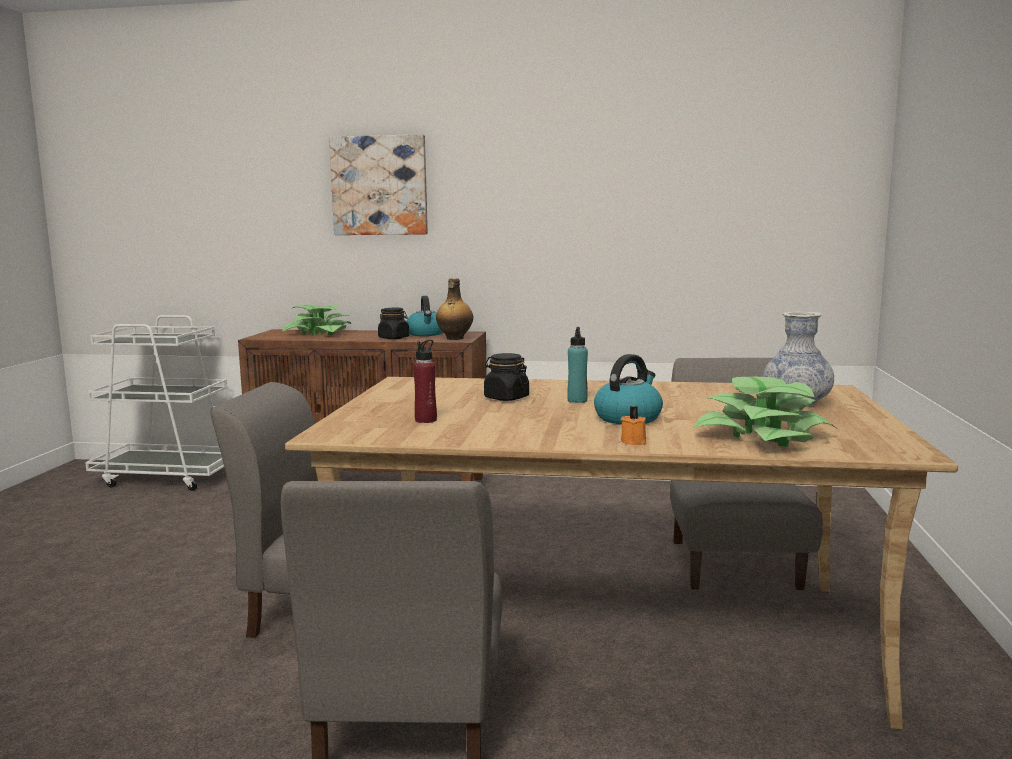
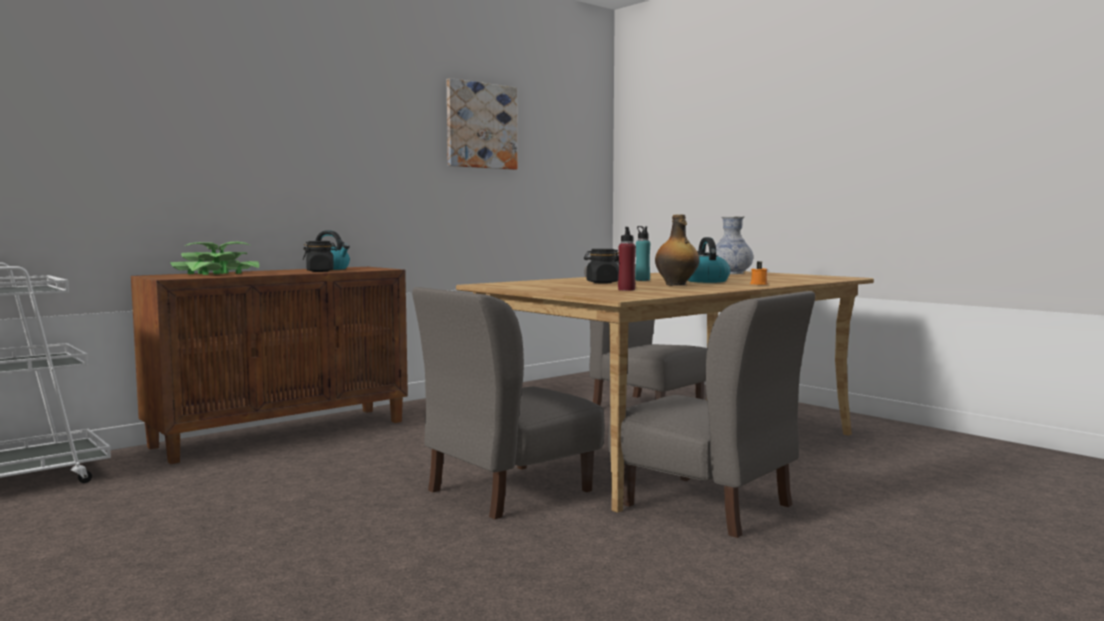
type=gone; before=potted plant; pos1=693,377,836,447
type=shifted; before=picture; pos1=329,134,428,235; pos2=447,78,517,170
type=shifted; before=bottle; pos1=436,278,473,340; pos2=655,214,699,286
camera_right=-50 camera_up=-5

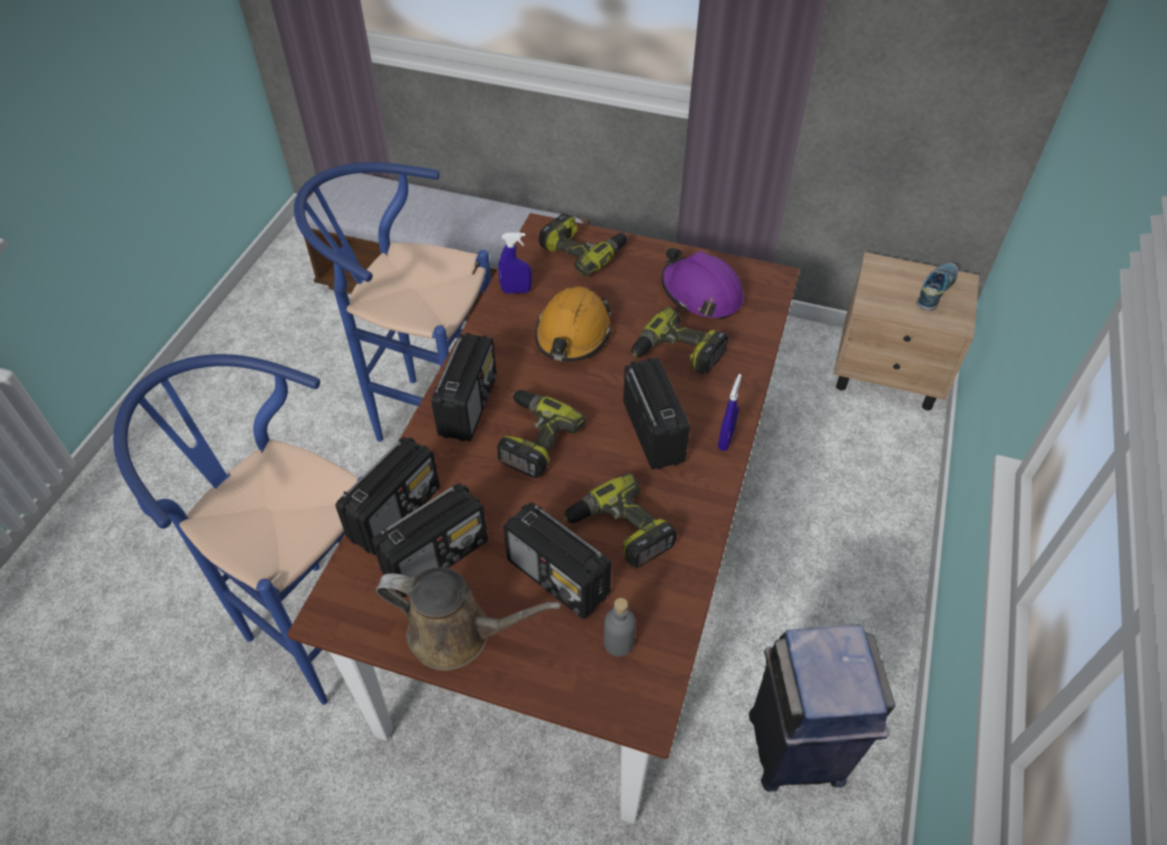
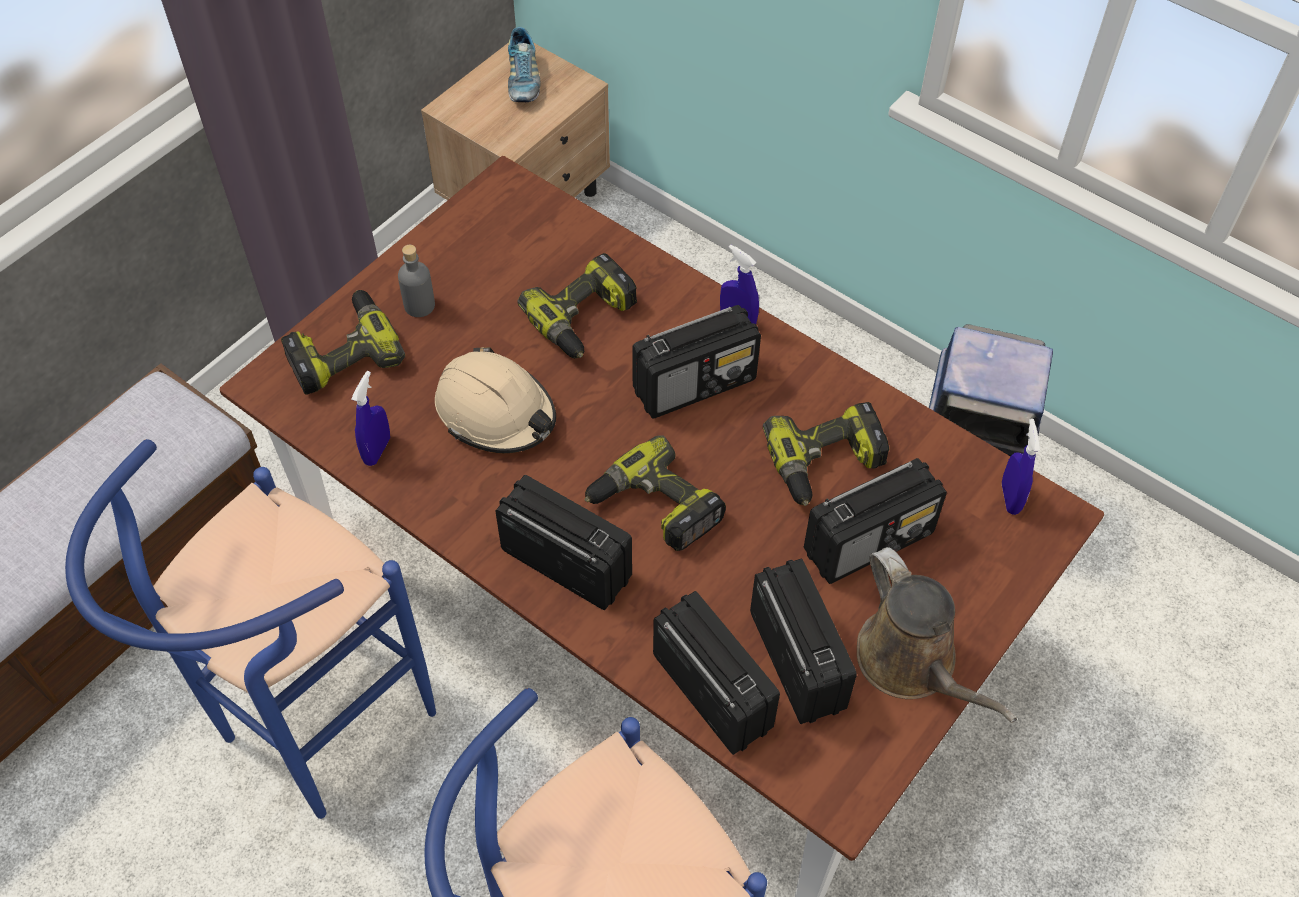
type=gone; before=hard hat (purple); pos1=661,248,744,319
type=new; after=spray bottle (blue); pos2=1002,419,1040,515
type=shifted; before=bottle (grey); pos1=604,598,636,657; pos2=398,245,435,317
type=repainted; before=hard hat (orange); after=hard hat (beige); pos1=535,286,612,362; pos2=435,347,556,453
type=rotated; before=watering can (brown); pos1=376,567,561,671; pos2=857,547,1017,723; turn=120
type=rotated; before=radio; pos1=623,358,690,470; pos2=632,305,761,419; turn=150
type=rotated; before=shoe; pos1=917,263,958,311; pos2=508,27,540,102; turn=-150
camera_right=-70 camera_up=5

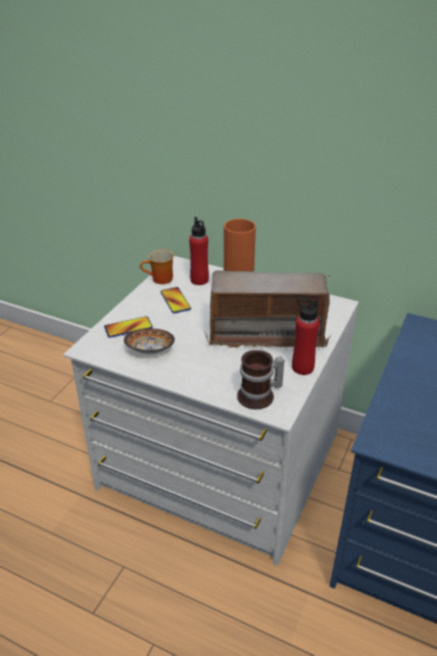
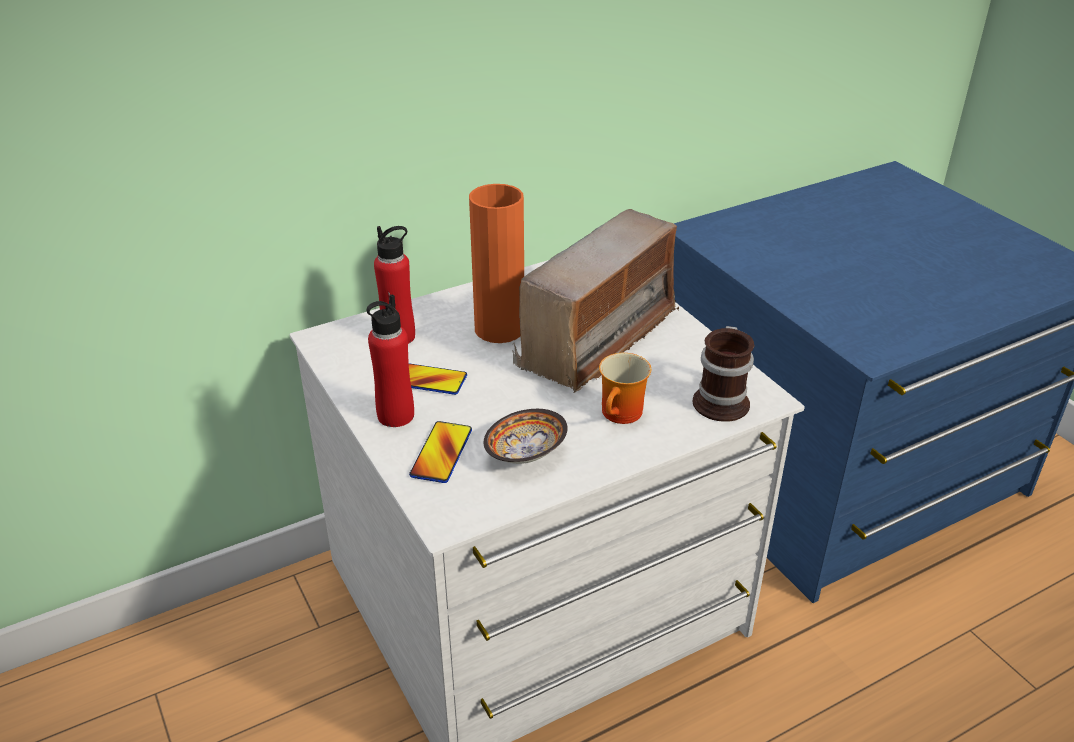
type=shifted; before=mug; pos1=140,250,174,284; pos2=599,353,651,424
type=shifted; before=bottle (red); pos1=292,298,319,375; pos2=367,295,414,427
camera_right=-55 camera_up=0

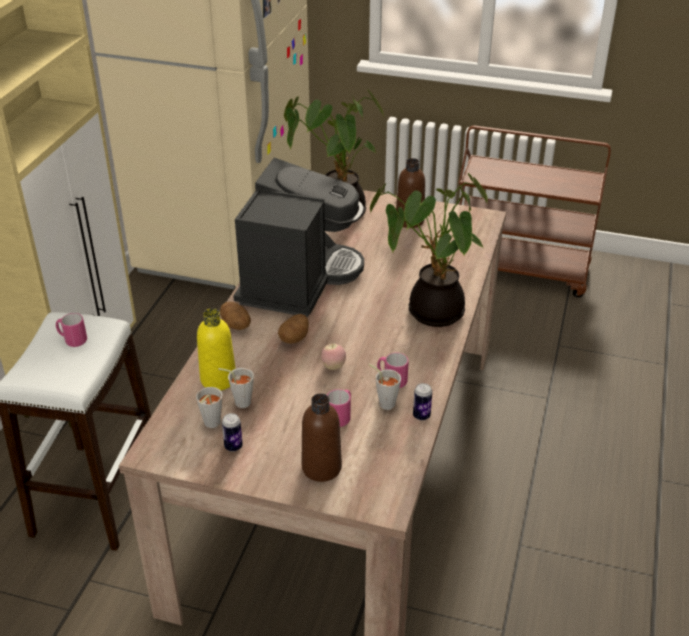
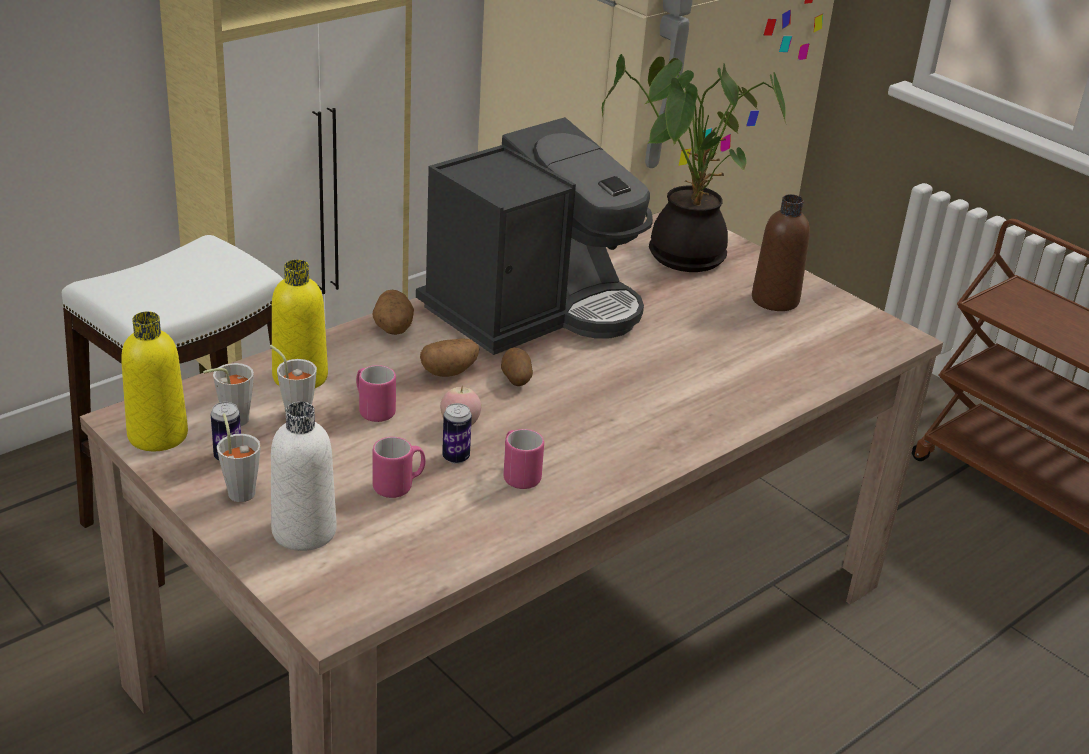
type=gone; before=potted plant; pos1=370,173,488,327
type=new; after=bottle (yellow); pos2=121,311,188,451
type=new; after=potato; pos2=501,347,533,386
type=shifted; before=mug (pink); pos1=56,313,87,347; pos2=356,365,396,422
type=shifted; before=cup (grey); pos1=368,364,401,410; pos2=217,413,261,502
type=shifted; before=can; pos1=413,383,432,421; pos2=442,403,472,464
type=repainted; before=bottle (brown); after=bottle (white); pos1=302,393,342,482; pos2=271,402,336,551
camera_right=30 camera_up=-5

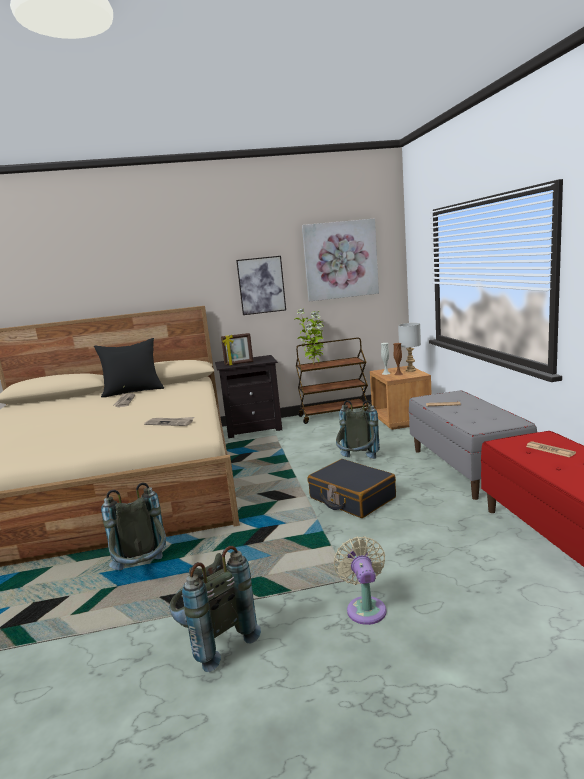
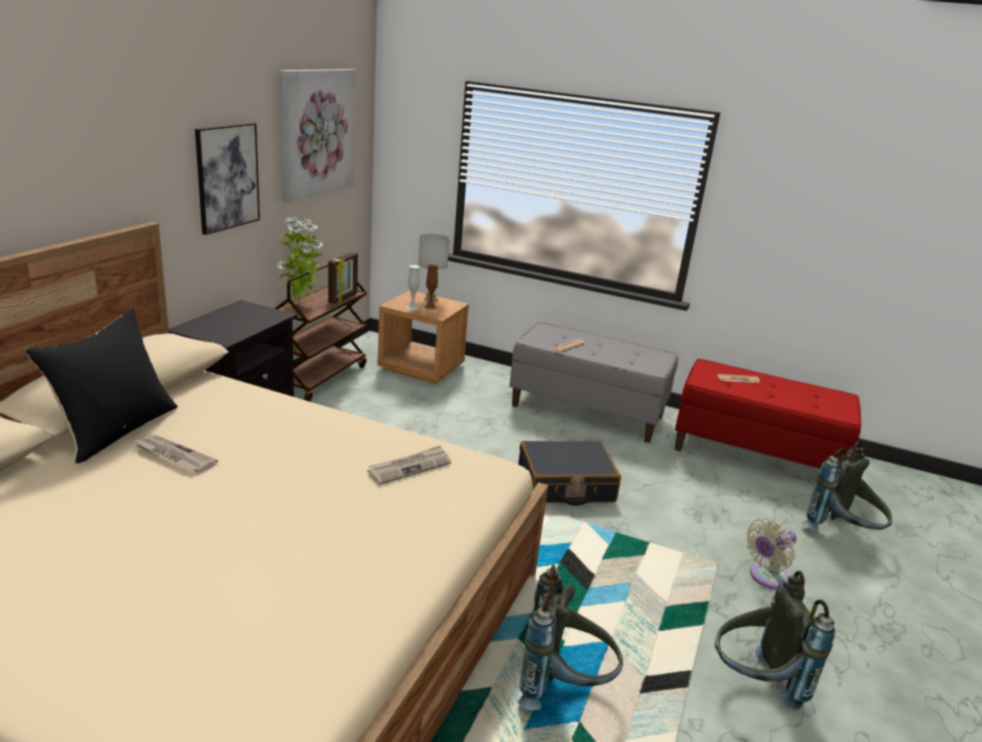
type=shifted; before=picture frame; pos1=221,333,253,366; pos2=328,252,358,304
type=shifted; before=backpack (grey); pos1=336,400,380,459; pos2=802,442,892,532
type=rotated; before=fan (beige); pos1=334,536,386,625; pos2=746,518,796,590; turn=-60
camera_right=-60 camera_up=10

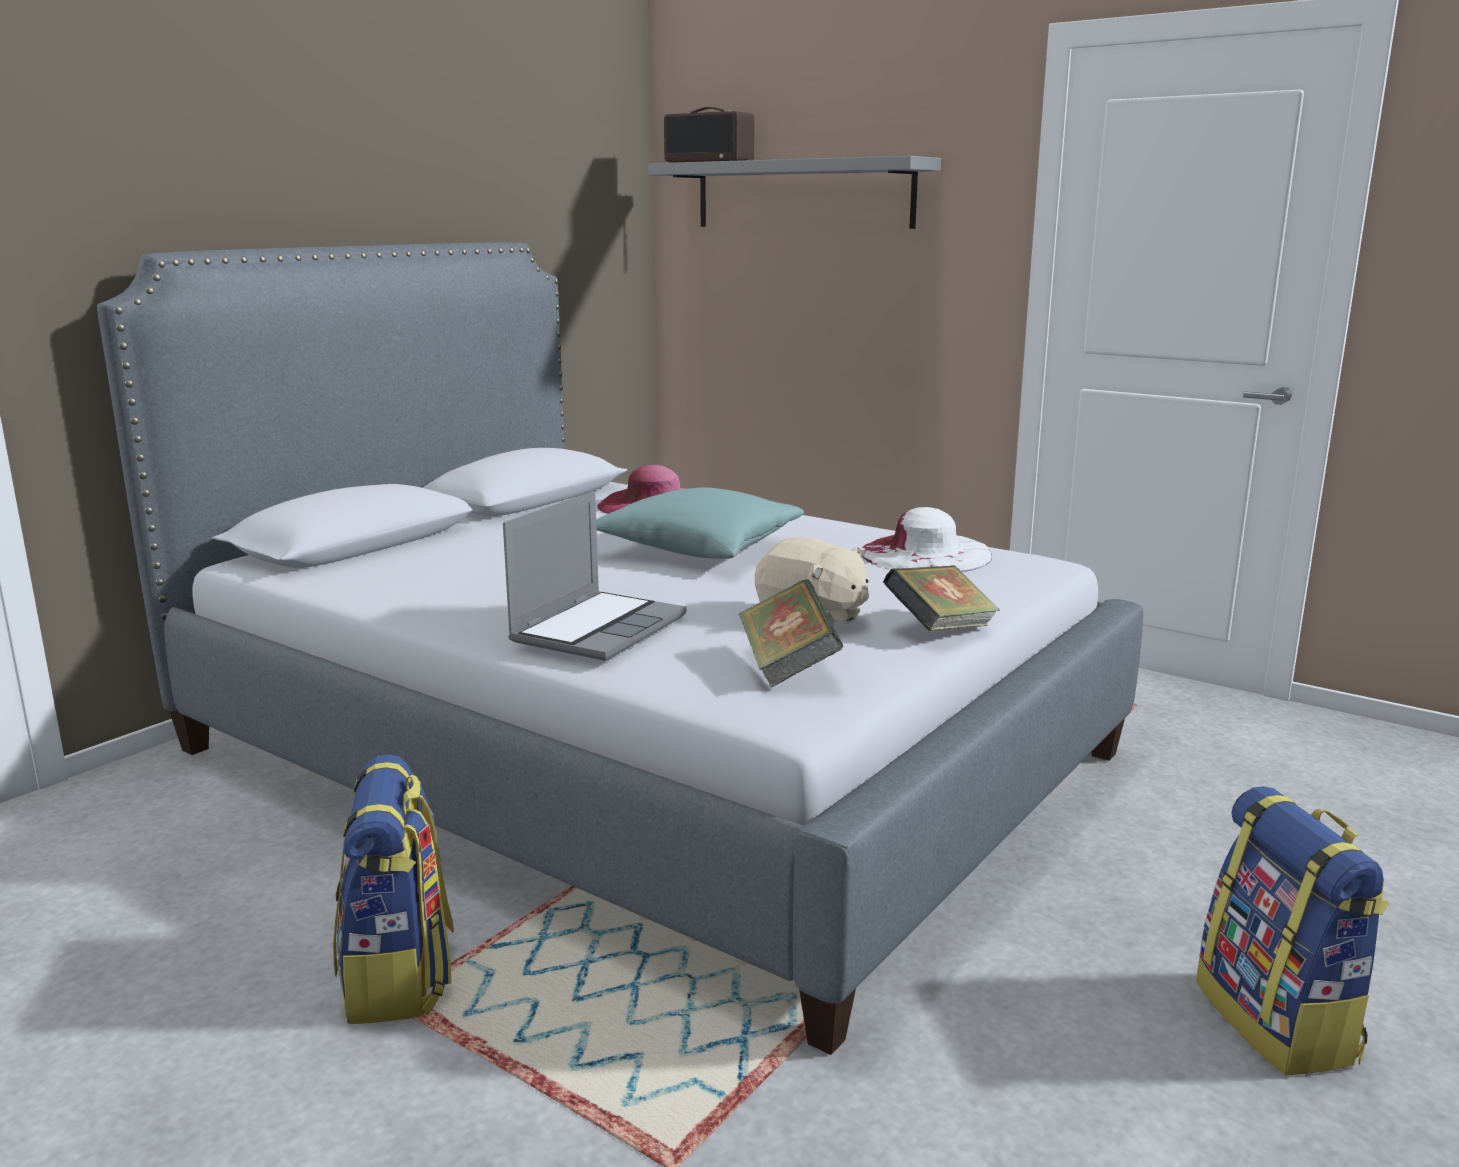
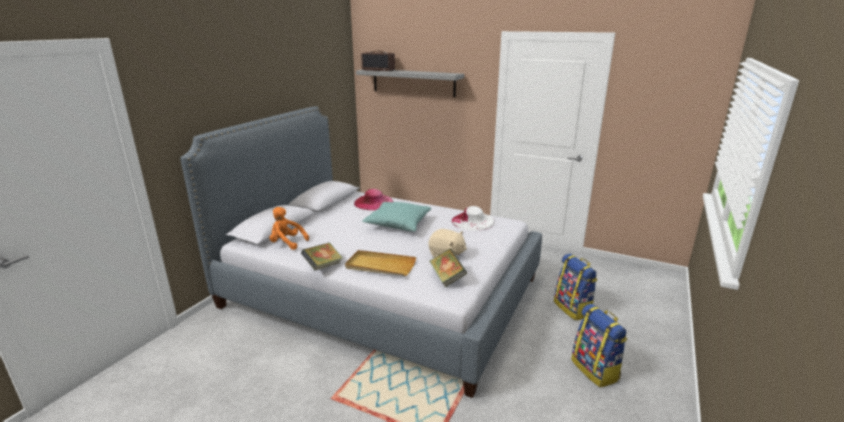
type=new; after=plush toy (orange); pos2=269,207,309,250
type=shifted; before=backpack; pos1=333,754,454,1024; pos2=554,254,598,321
type=shifted; before=book; pos1=883,565,1000,631; pos2=301,242,343,270
type=swapped; before=laptop; after=tray (beige); pos1=503,491,686,661; pos2=345,250,416,276
camera_right=-10 camera_up=5

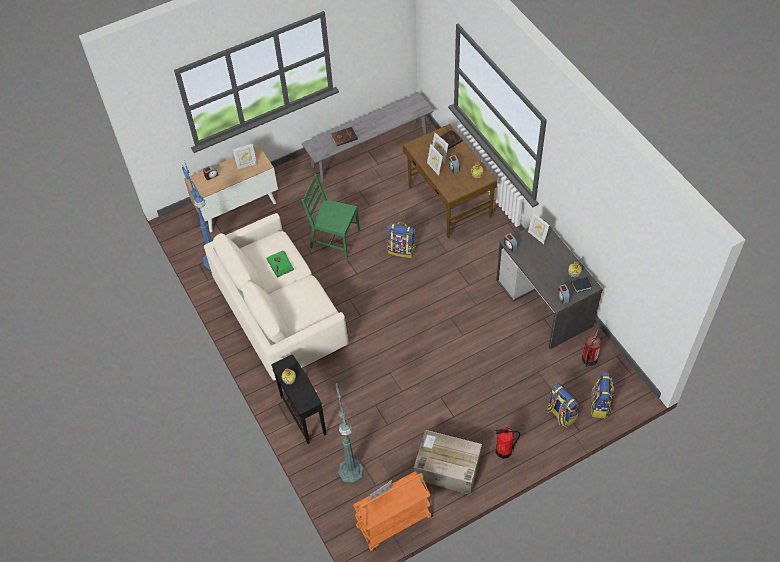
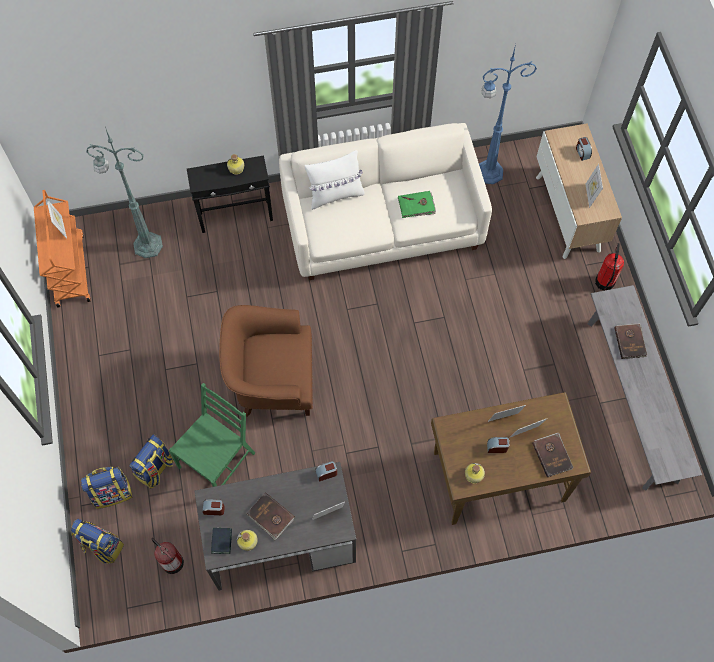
type=gone; before=cardboard box; pos1=414,430,482,495
type=new; after=armchair (brown); pos2=219,305,313,417
type=new; after=book (brown); pos2=247,492,295,540
type=new; after=pillow (white); pos2=305,150,365,210
type=shifted; before=chair (green); pos1=302,174,360,258; pos2=169,383,255,487
type=shifted; before=backpack; pos1=387,222,416,258; pos2=129,434,174,488
type=shifted; before=fire extinguisher; pos1=495,427,520,459; pos2=595,243,624,291
camera_right=105 camera_up=10

